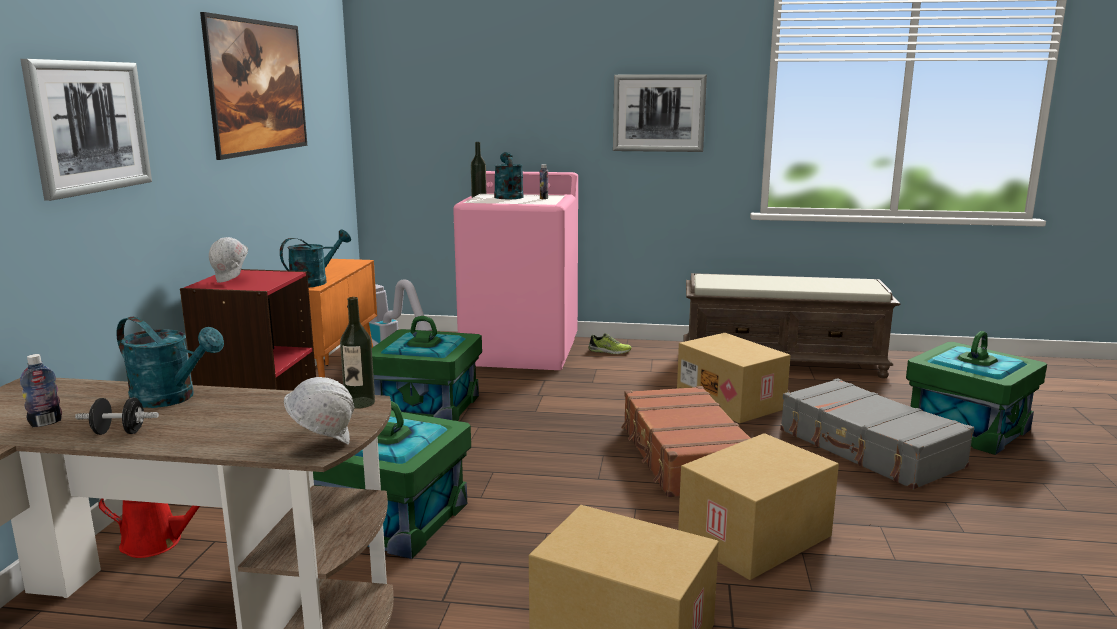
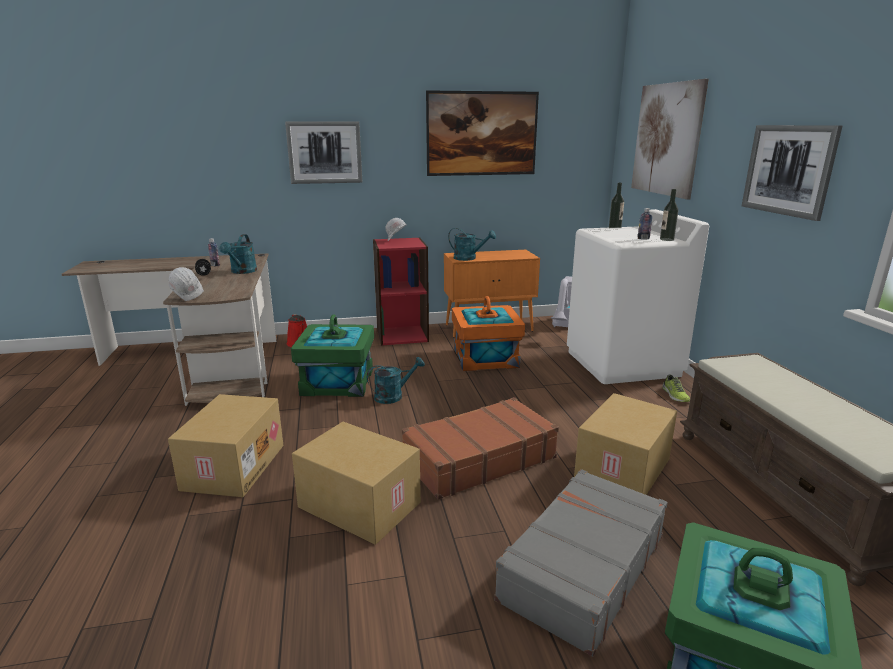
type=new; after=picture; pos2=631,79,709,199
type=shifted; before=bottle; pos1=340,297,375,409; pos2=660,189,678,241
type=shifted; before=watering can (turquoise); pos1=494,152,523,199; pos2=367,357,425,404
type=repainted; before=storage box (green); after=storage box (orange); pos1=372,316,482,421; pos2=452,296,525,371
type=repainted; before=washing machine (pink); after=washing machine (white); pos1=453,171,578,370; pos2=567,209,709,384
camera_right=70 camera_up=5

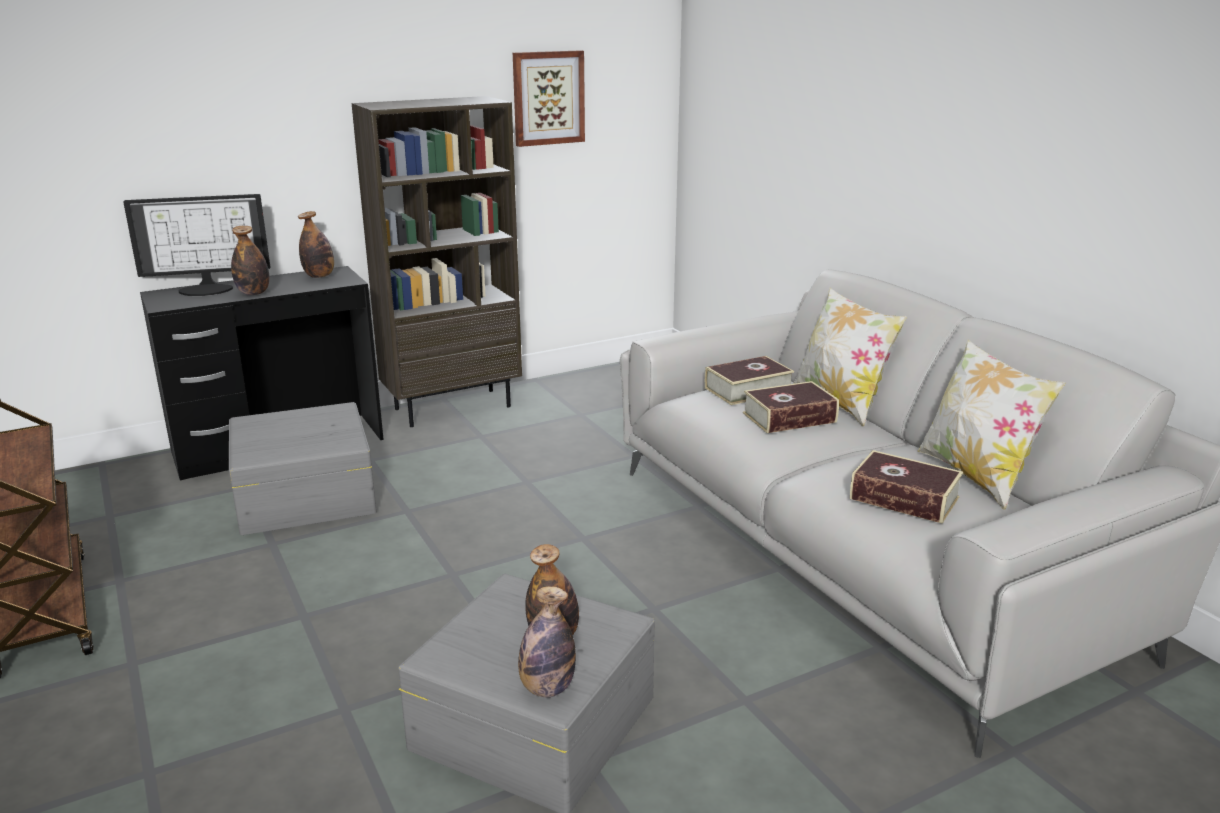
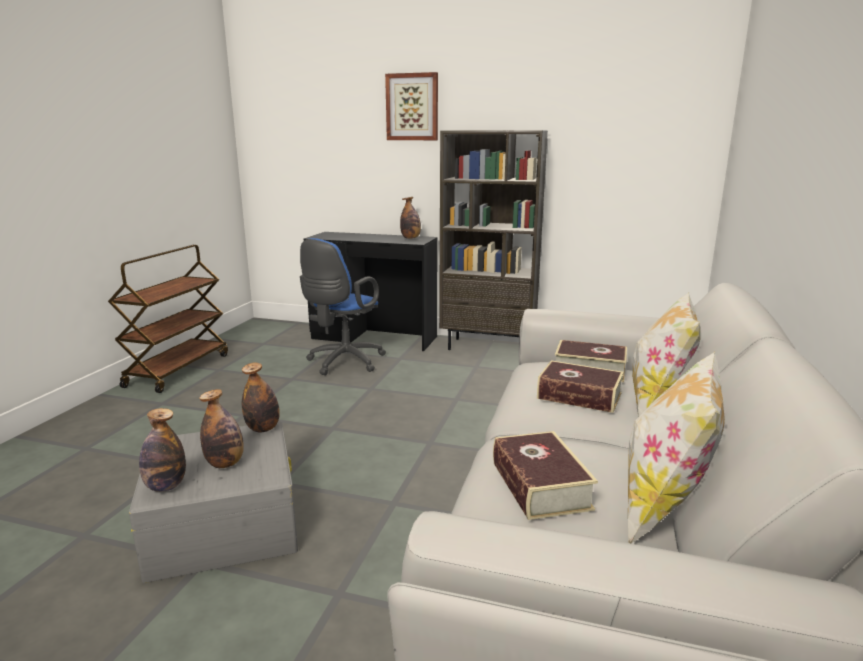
type=gone; before=monitor; pos1=123,194,270,296
type=shifted; before=bottle; pos1=231,226,269,295; pos2=242,363,280,432
type=shifted; before=picture; pos1=513,50,585,147; pos2=385,72,438,140
type=swapped; before=storage box (grey); after=office chair (blue); pos1=229,402,377,535; pos2=300,238,386,375
camera_right=45 camera_up=-5

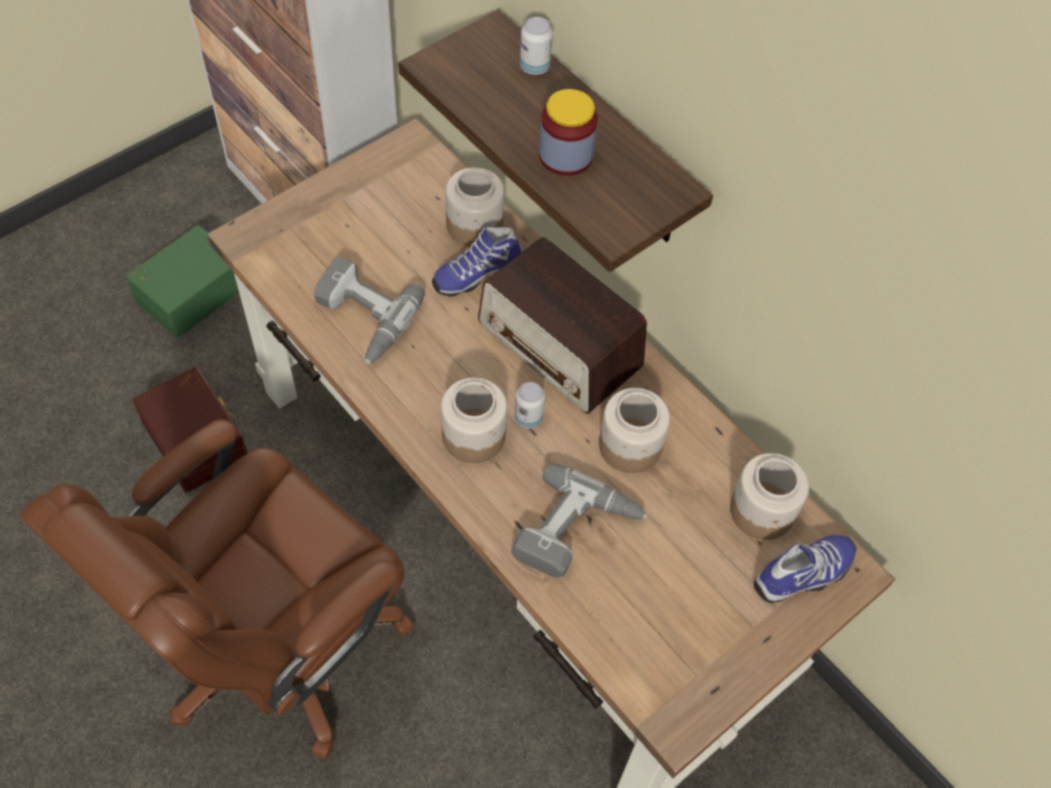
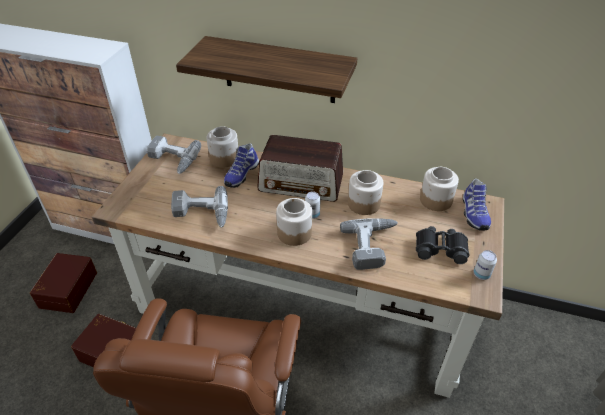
type=gone; before=jar; pos1=539,89,598,176
type=new; after=power drill; pos2=147,136,201,174
type=new; after=binoculars (black); pos2=416,226,469,264
type=shifted; before=can; pos1=520,17,553,75; pos2=474,250,497,280
type=repainted; before=storage box (green); after=storage box (brown); pos1=126,225,239,338; pos2=30,253,97,313
type=rotated; before=shoe; pos1=754,535,856,603; pos2=463,179,491,231; turn=150
camera_right=-30 camera_up=-15

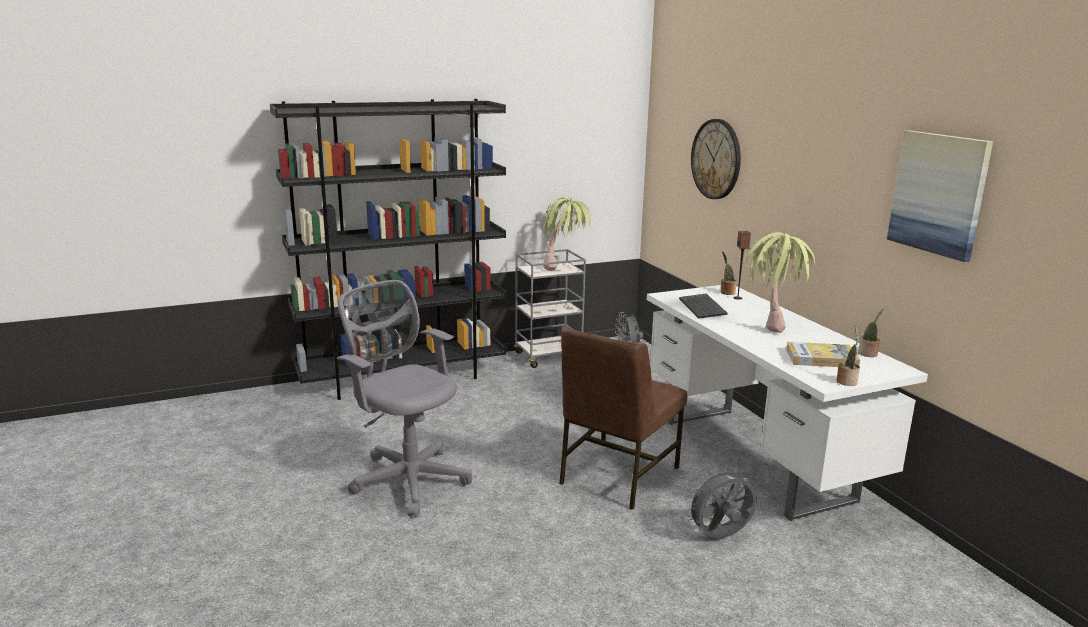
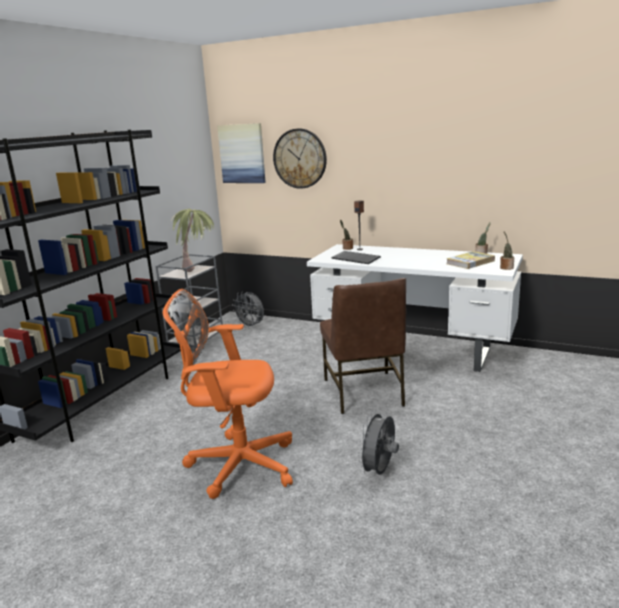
type=gone; before=potted plant; pos1=744,232,815,333
type=shifted; before=fan (grey); pos1=686,466,757,538; pos2=357,409,399,476
type=shifted; before=picture; pos1=887,130,993,262; pos2=217,123,266,183
type=repainted; before=office chair (grey); after=office chair (orange); pos1=337,280,472,517; pos2=163,289,293,499
camera_right=-40 camera_up=0

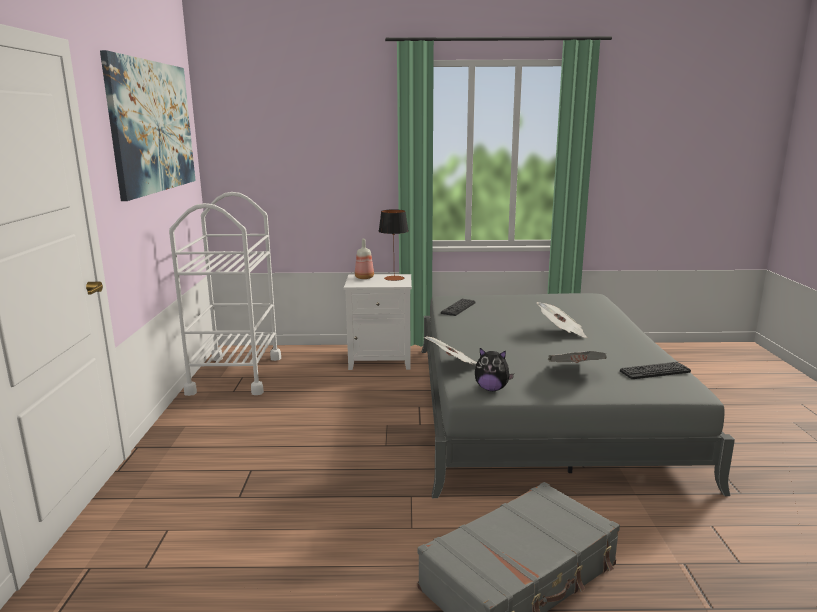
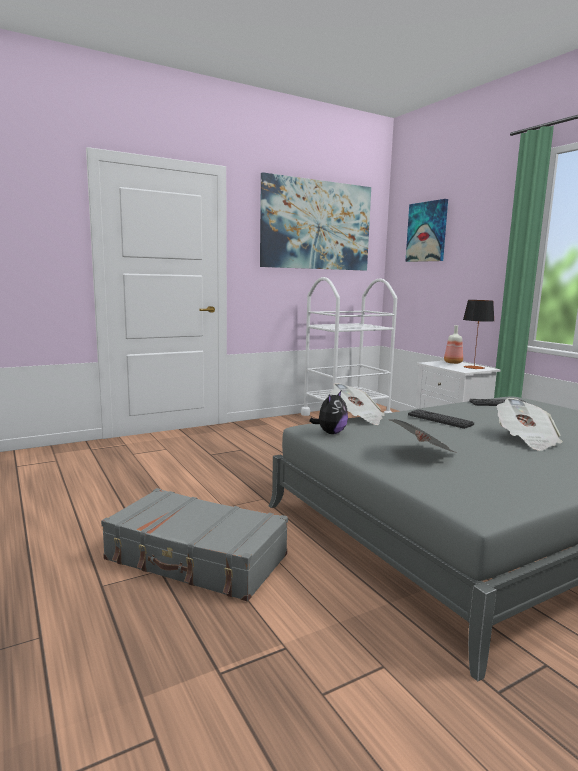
type=new; after=picture; pos2=405,199,448,262
type=shifted; before=keyboard; pos1=620,362,691,379; pos2=408,409,474,429
type=rotated; before=plush toy; pos1=475,348,514,391; pos2=309,391,348,434; turn=-135
camera_right=60 camera_up=-5

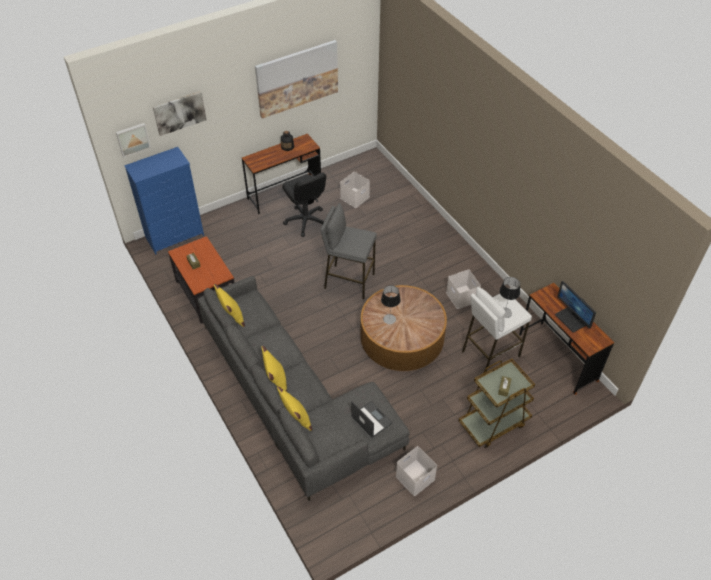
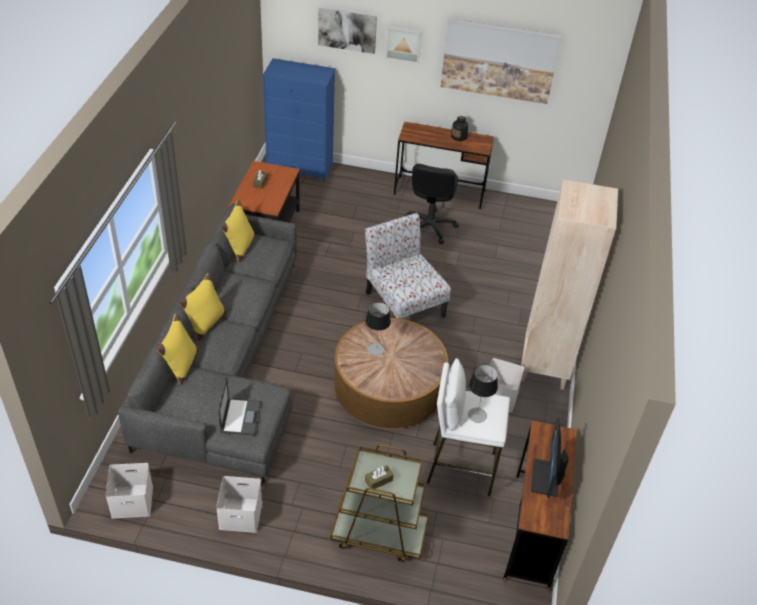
type=new; after=bookcase (beige); pos2=521,179,618,390
type=shifted; before=picture; pos1=116,123,151,157; pos2=386,26,422,64
type=shifted; before=storage box (white); pos1=340,172,370,208; pos2=106,463,153,519
type=swapped; before=stool (grey); after=chair; pos1=320,203,377,299; pos2=365,213,451,319
camera_right=40 camera_up=-5

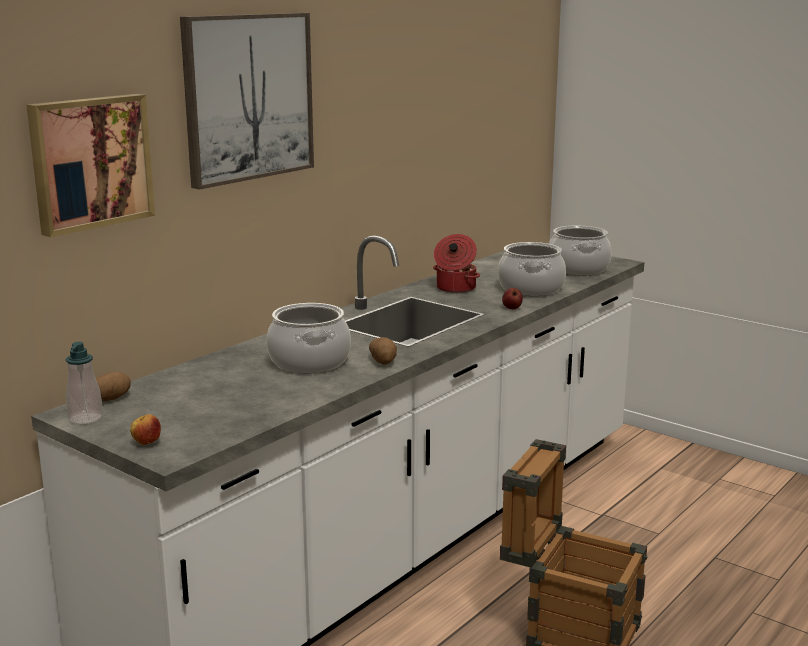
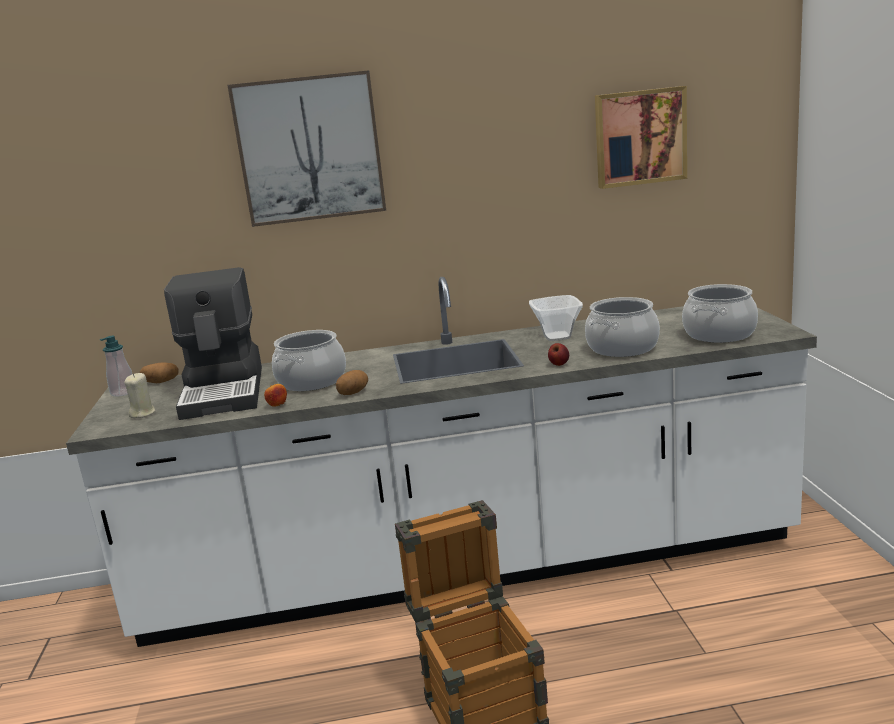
type=new; after=candle (beige); pos2=124,373,155,418
type=new; after=coffee machine; pos2=164,267,262,420
type=shifted; before=picture; pos1=27,94,155,237; pos2=595,86,687,189
type=shifted; before=apple; pos1=130,414,161,445; pos2=264,384,287,407
type=swapped; before=cooking pot; after=bowl; pos1=433,234,480,293; pos2=529,295,583,341
camera_right=45 camera_up=0

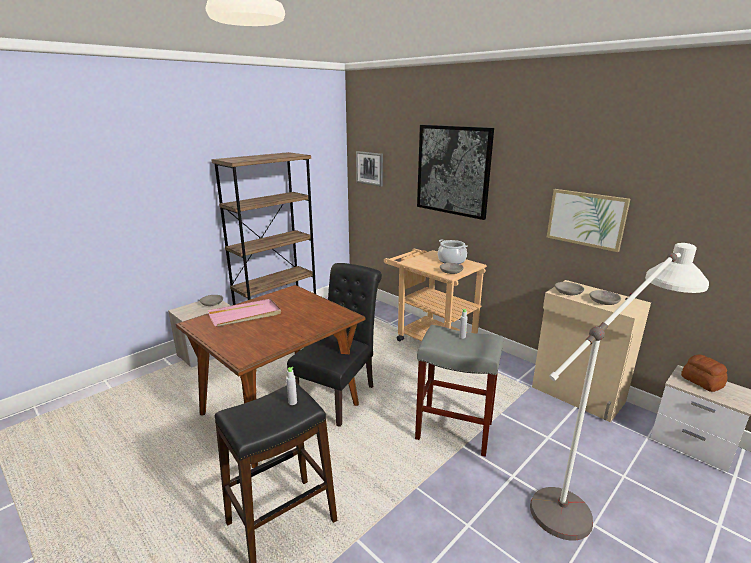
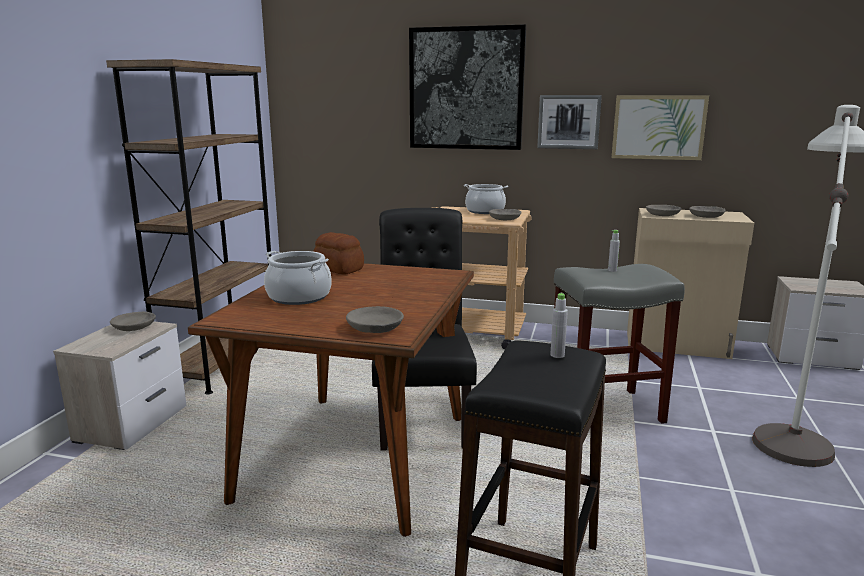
type=new; after=bowl (grey); pos2=346,306,404,333
type=shifted; before=picture; pos1=356,151,383,186; pos2=537,95,602,149
type=shifted; before=bread; pos1=681,355,727,392; pos2=313,232,364,275
type=swapped; before=tray (pink); after=cooking pot; pos1=208,299,281,327; pos2=264,251,332,305
camera_right=-30 camera_up=-5

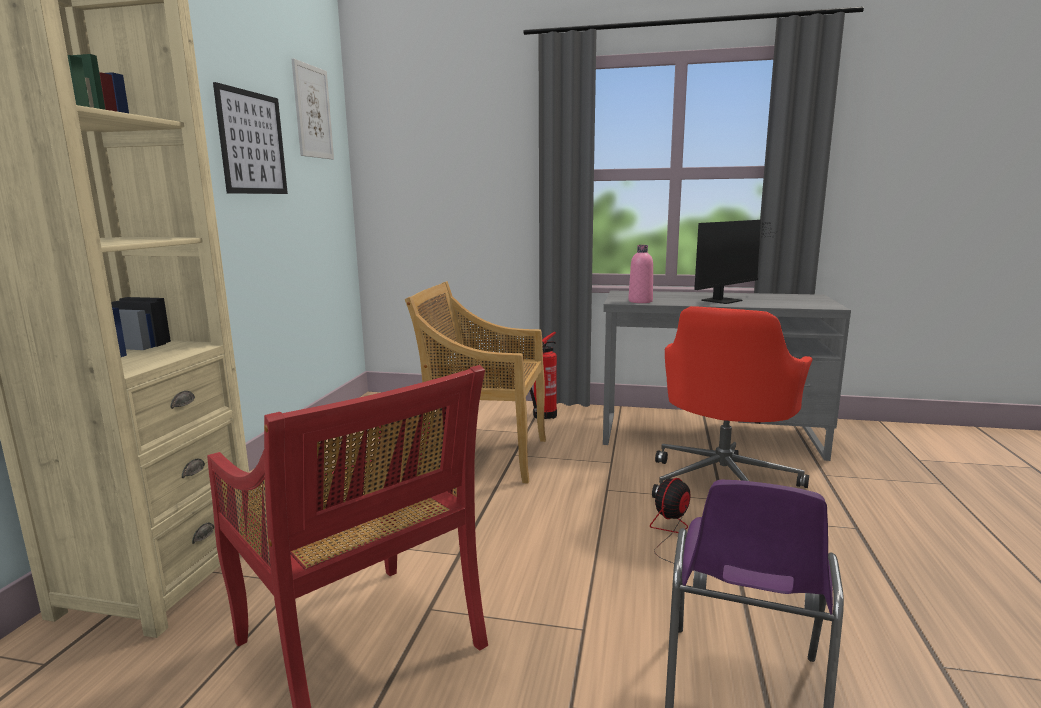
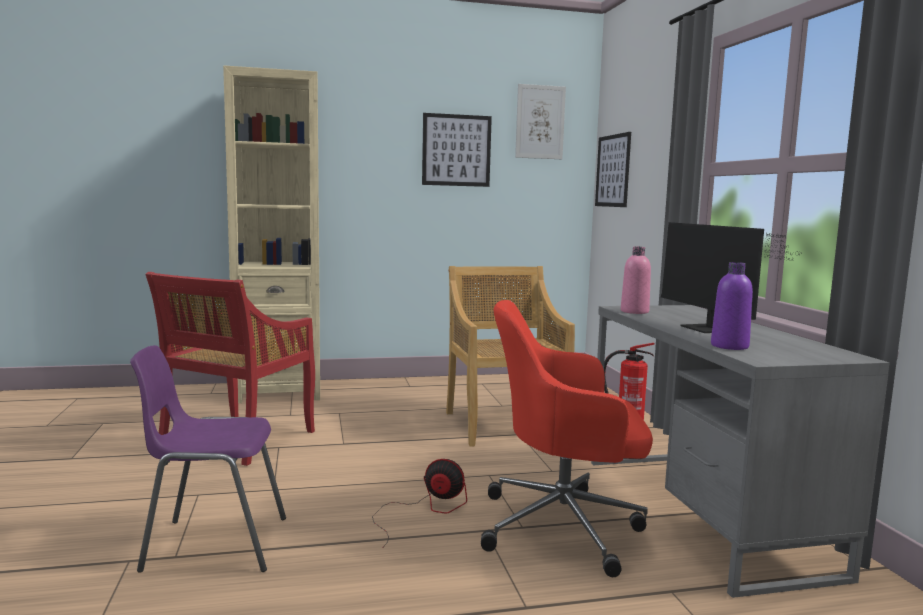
type=new; after=picture; pos2=595,132,631,207
type=new; after=bottle (purple); pos2=711,262,753,350
type=rotated; before=monitor; pos1=694,220,776,304; pos2=661,222,800,333; turn=45
camera_right=65 camera_up=-5

